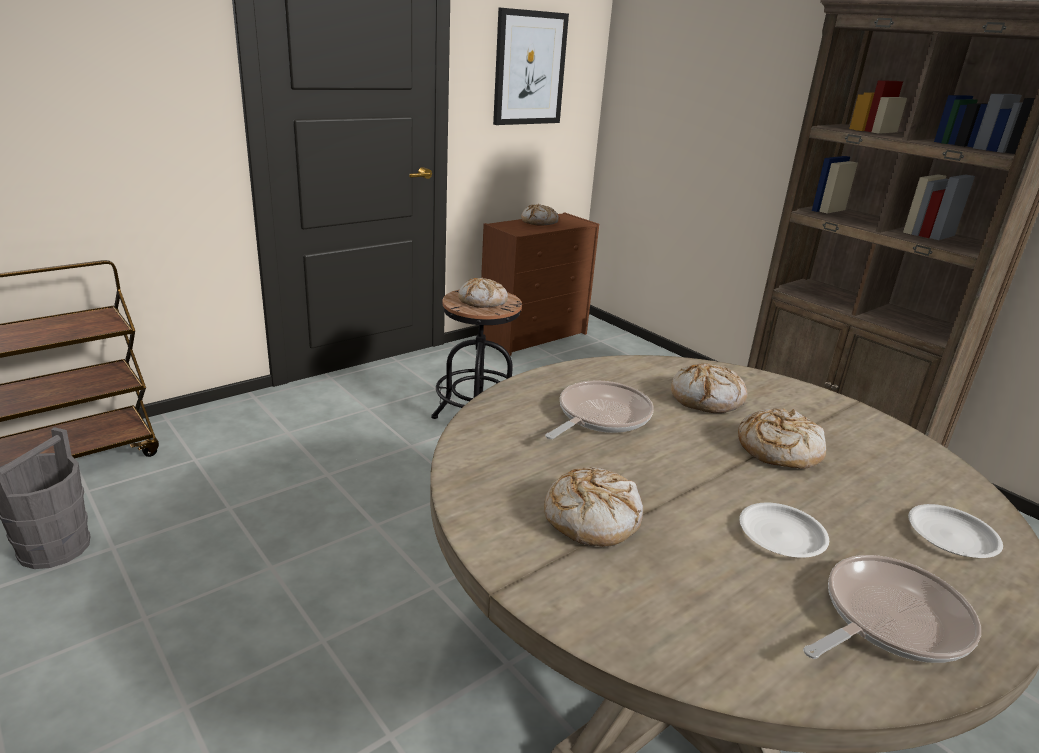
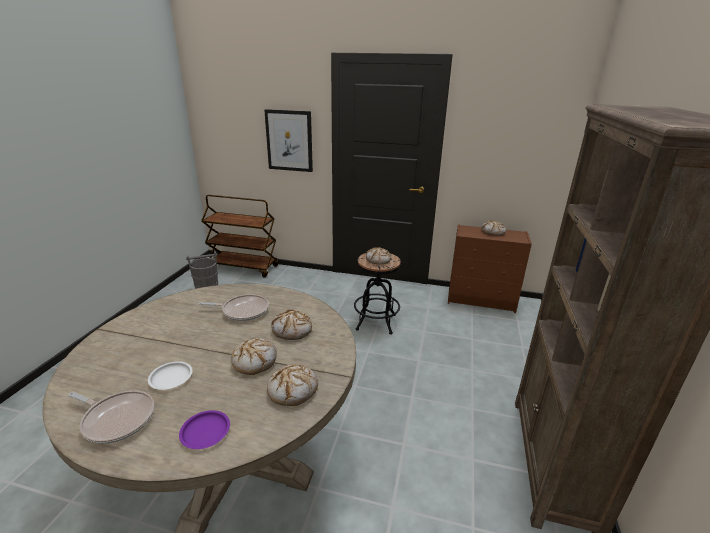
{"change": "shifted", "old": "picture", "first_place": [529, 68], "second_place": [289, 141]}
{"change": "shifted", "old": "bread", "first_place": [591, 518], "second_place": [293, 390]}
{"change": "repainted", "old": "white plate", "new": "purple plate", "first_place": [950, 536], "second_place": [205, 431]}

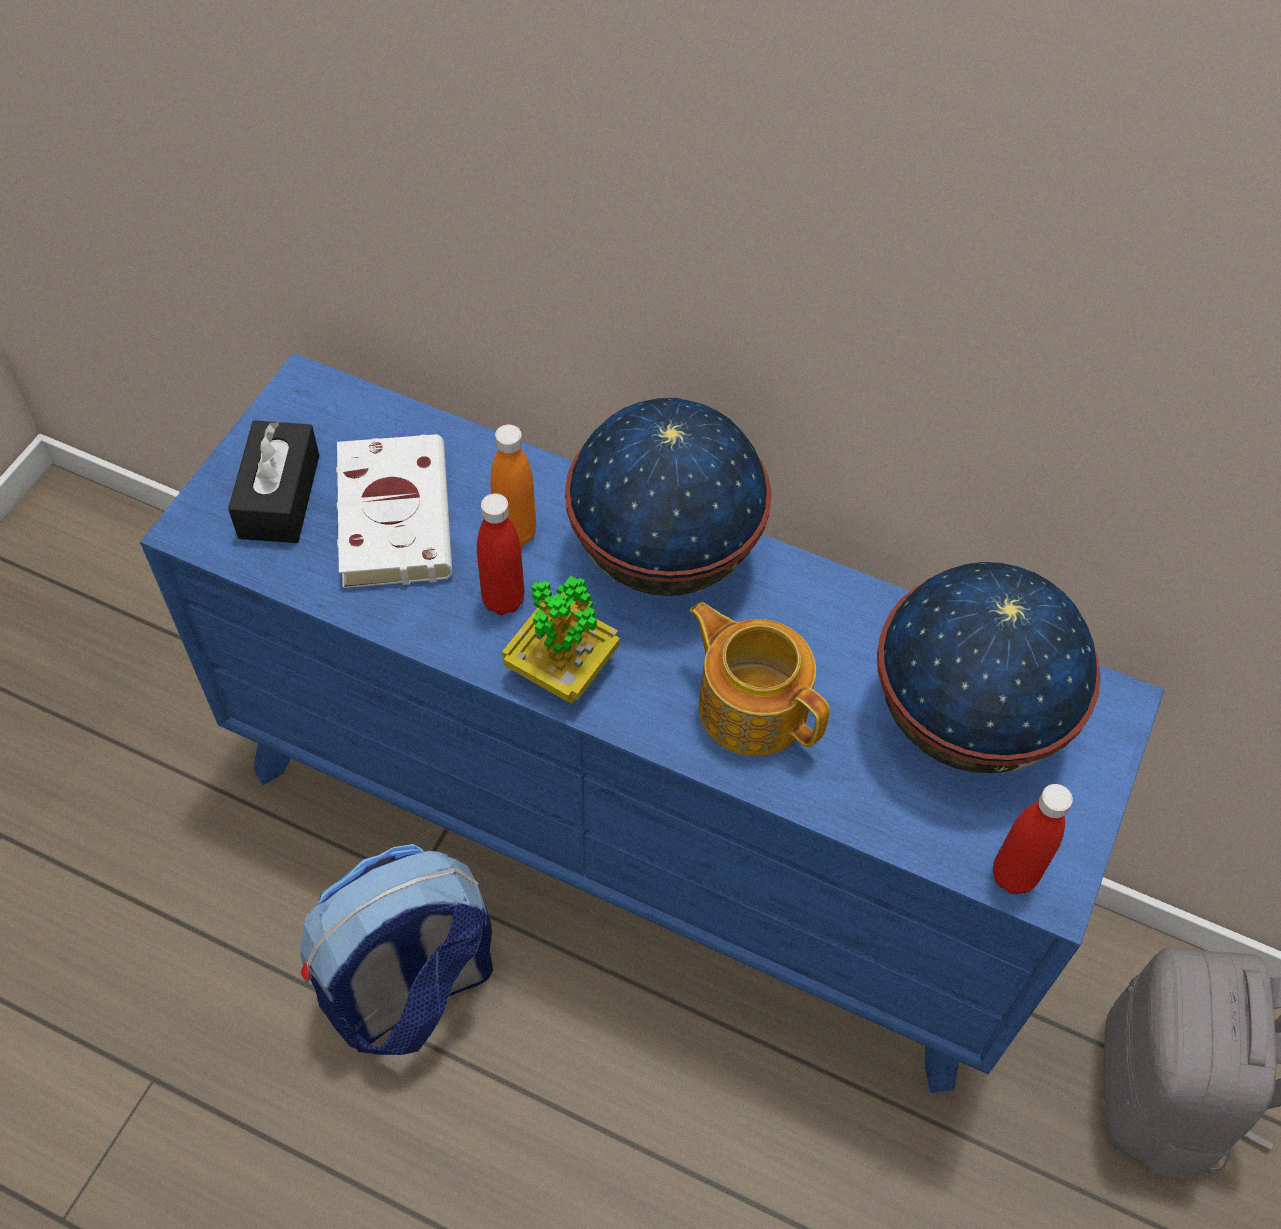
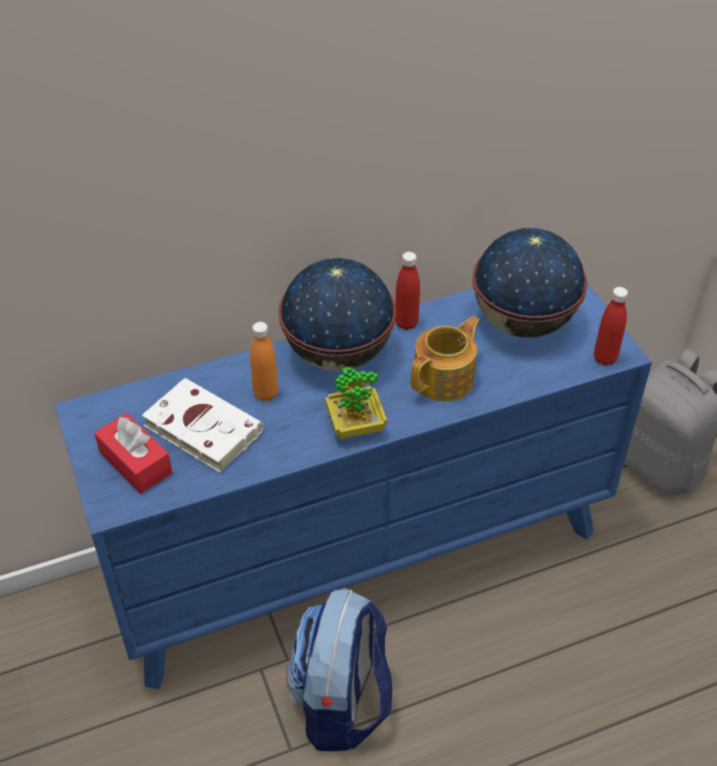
{"change": "shifted", "old": "red bottle", "first_place": [503, 600], "second_place": [406, 323]}
{"change": "repainted", "old": "black tissue box", "new": "red tissue box", "first_place": [279, 496], "second_place": [135, 463]}
{"change": "rotated", "old": "teapot", "first_place": [751, 705], "second_place": [445, 379], "degrees": 135}

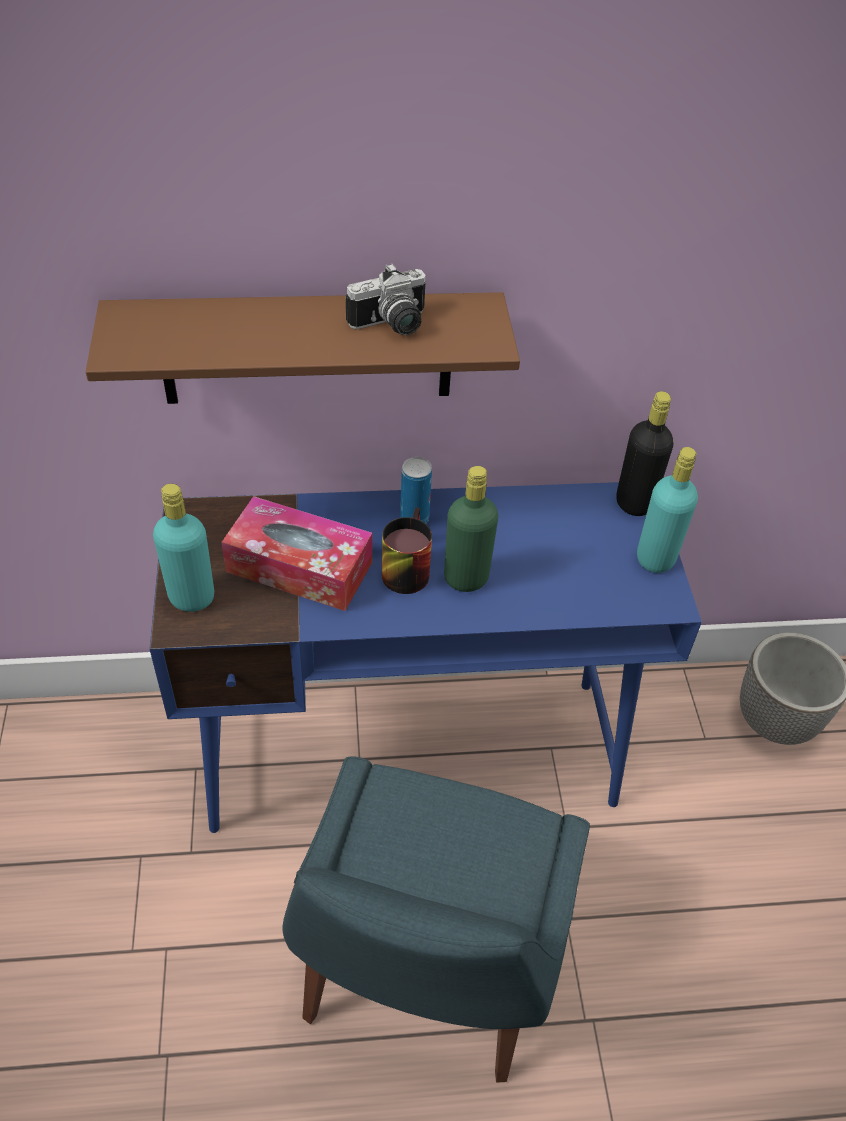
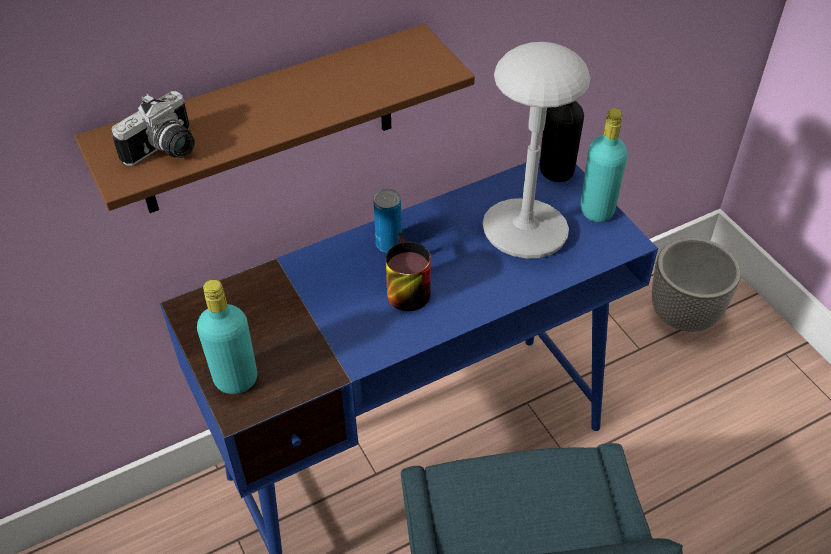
{"change": "gone", "old": "tissue box", "first_place": [299, 567]}
{"change": "gone", "old": "green bottle", "first_place": [466, 578]}
{"change": "new", "new": "grey table lamp", "second_place": [525, 231]}
{"change": "shifted", "old": "photo camera", "first_place": [392, 325], "second_place": [166, 151]}

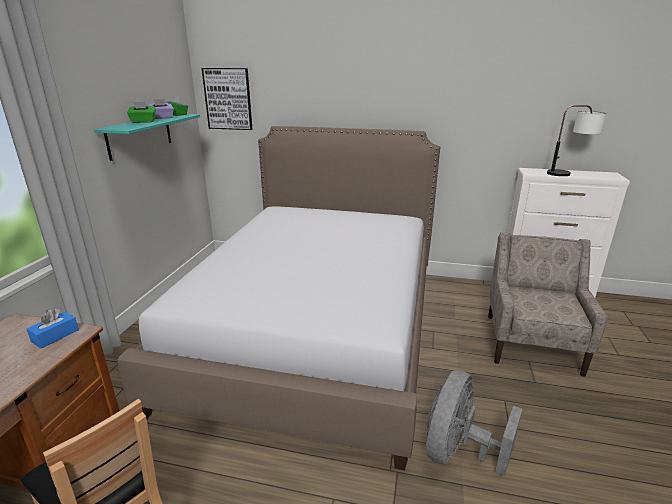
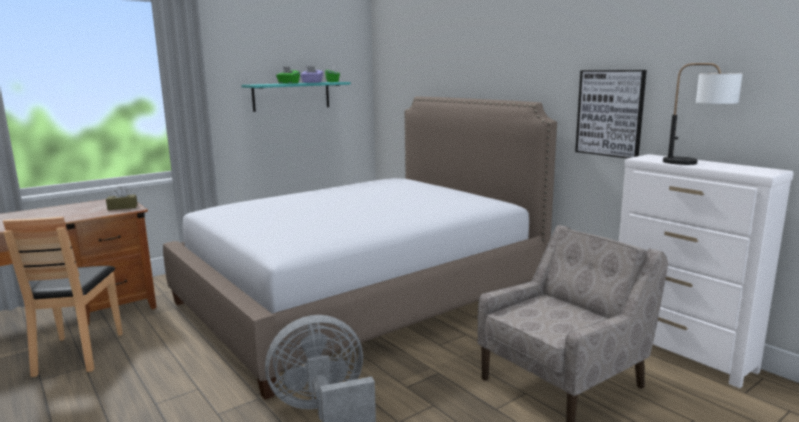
{"change": "shifted", "old": "picture", "first_place": [228, 99], "second_place": [610, 113]}
{"change": "repainted", "old": "blue tissue box", "new": "brown tissue box", "first_place": [55, 336], "second_place": [122, 207]}

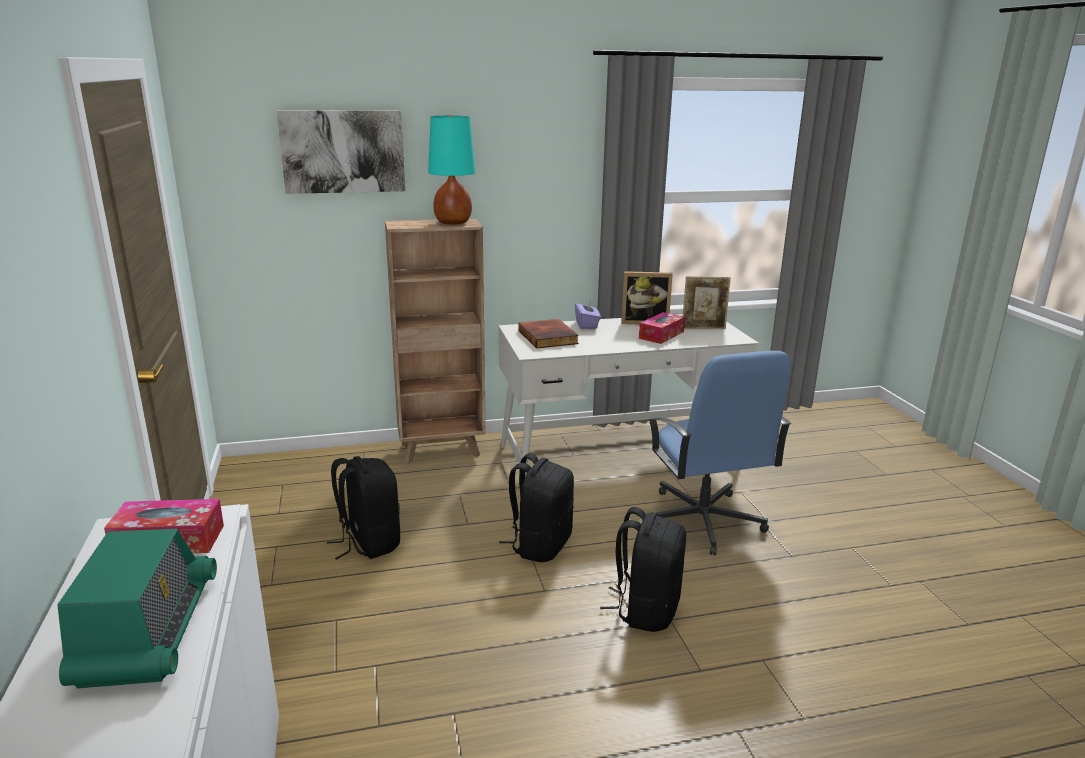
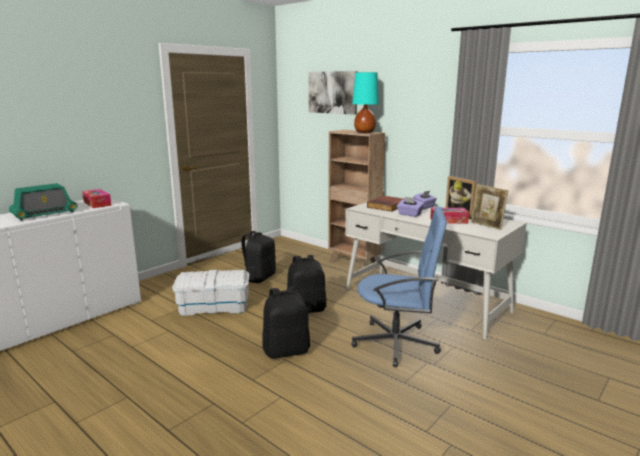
{"change": "new", "new": "white storage box", "second_place": [214, 306]}
{"change": "new", "new": "purple tissue box", "second_place": [409, 214]}
{"change": "rotated", "old": "blue office chair", "first_place": [702, 521], "second_place": [396, 343], "degrees": -120}

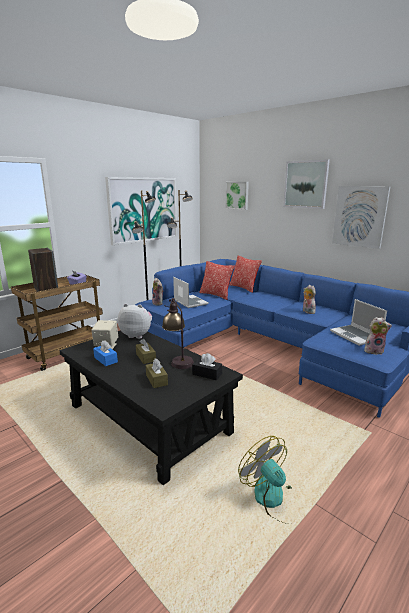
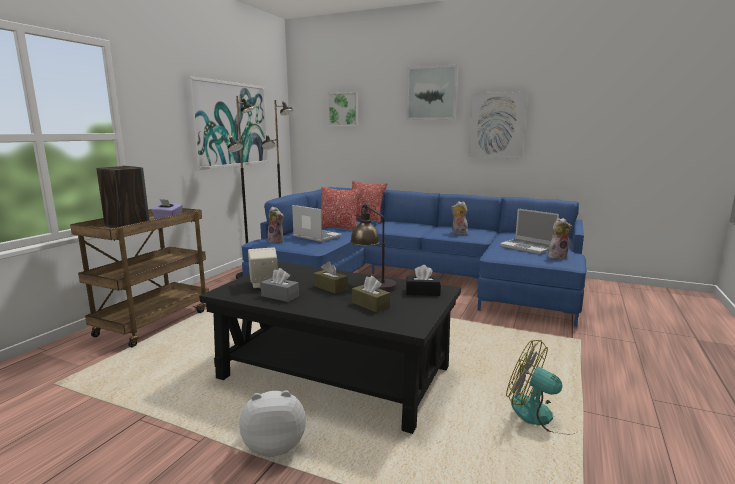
{"change": "shifted", "old": "plush toy", "first_place": [137, 335], "second_place": [275, 445]}
{"change": "repainted", "old": "blue tissue box", "new": "grey tissue box", "first_place": [105, 360], "second_place": [280, 296]}

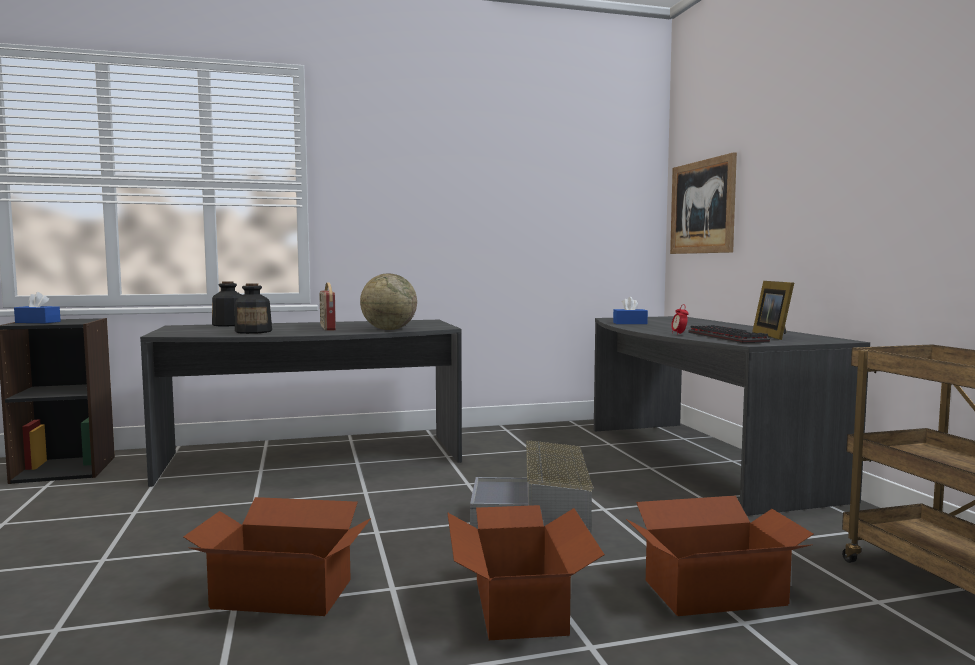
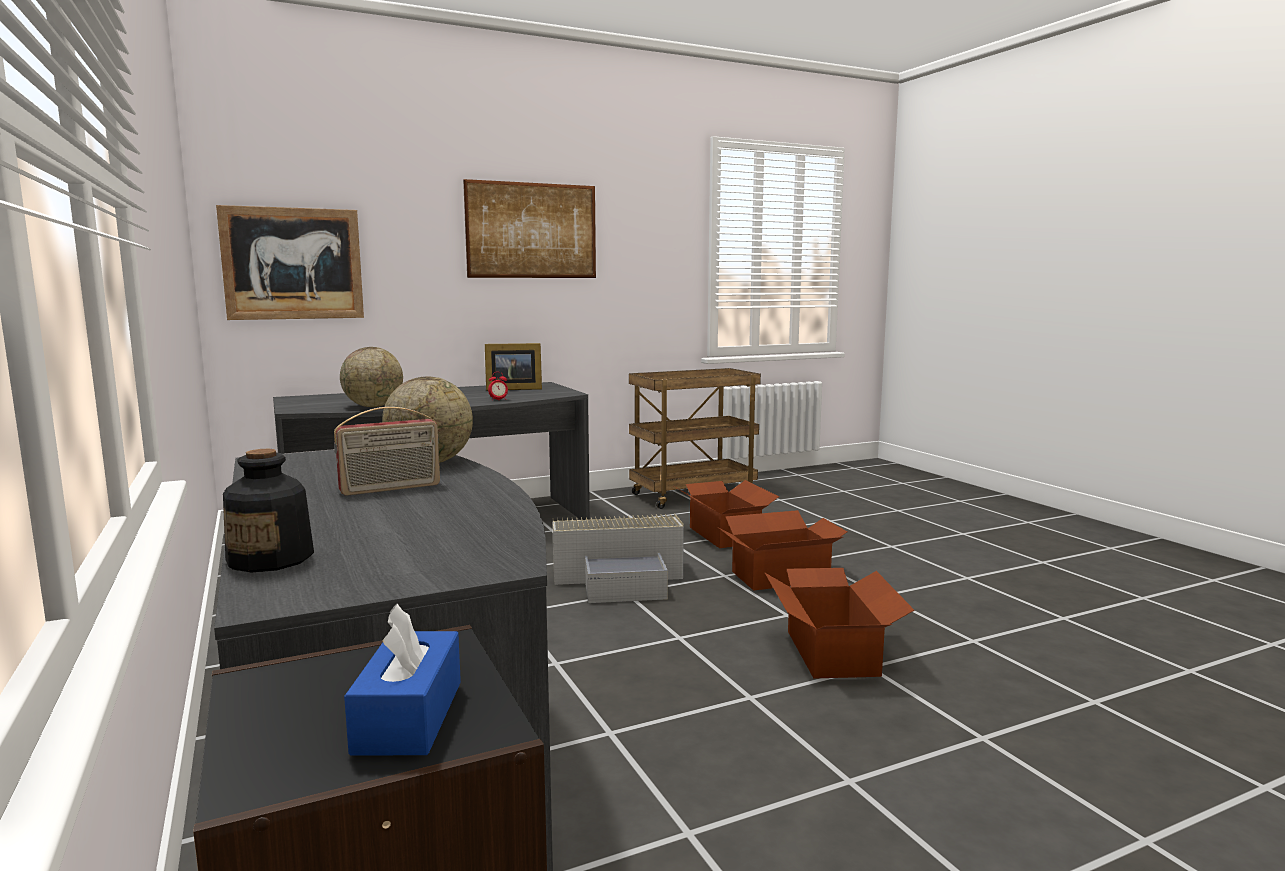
{"change": "gone", "old": "bottle", "first_place": [254, 331]}
{"change": "gone", "old": "keyboard", "first_place": [729, 337]}
{"change": "new", "new": "picture", "second_place": [532, 230]}
{"change": "swapped", "old": "blue tissue box", "new": "globe", "first_place": [630, 323], "second_place": [373, 406]}

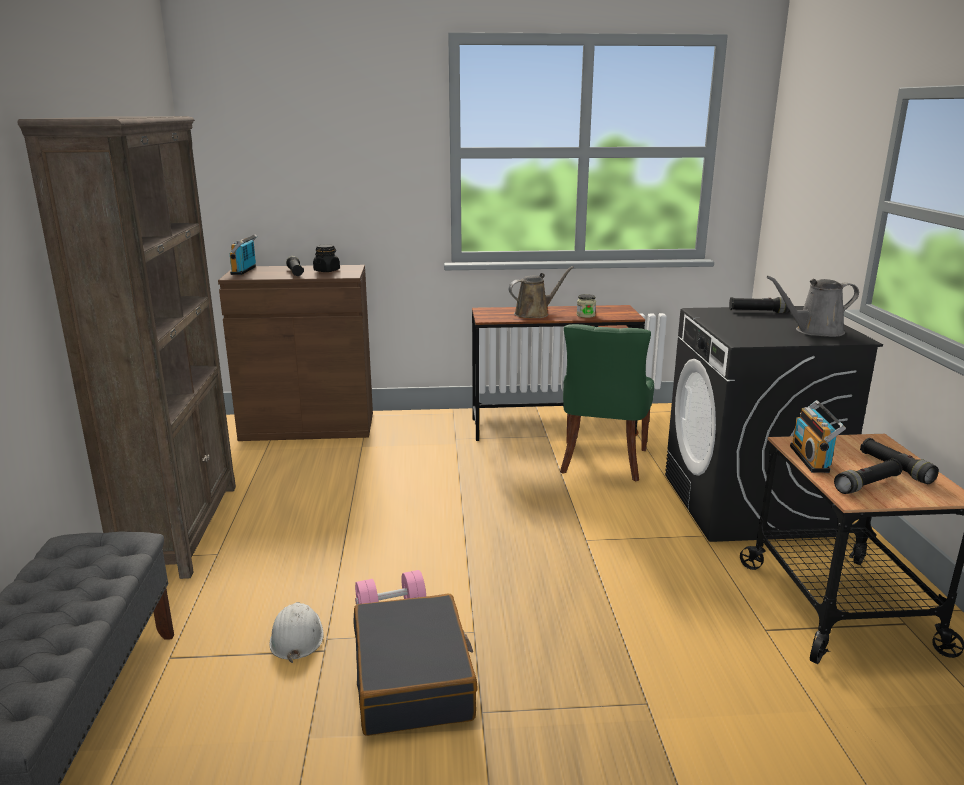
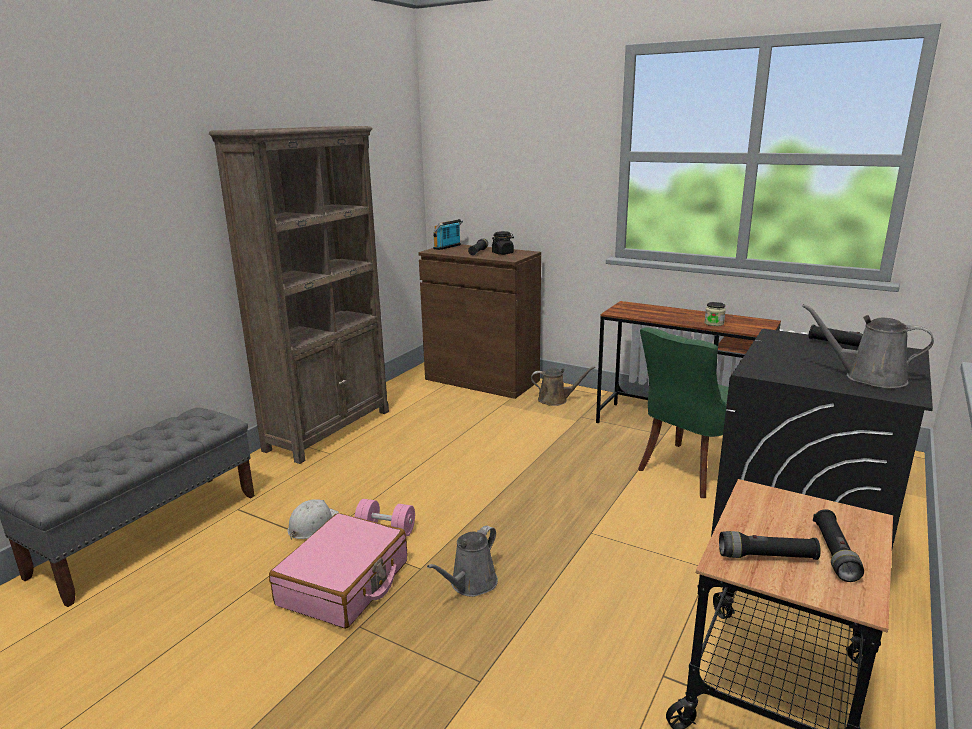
{"change": "gone", "old": "radio", "first_place": [812, 459]}
{"change": "new", "new": "grey watering can", "second_place": [470, 584]}
{"change": "shifted", "old": "brown watering can", "first_place": [534, 313], "second_place": [556, 400]}
{"change": "repainted", "old": "black suitcase", "new": "pink suitcase", "first_place": [413, 680], "second_place": [344, 583]}

